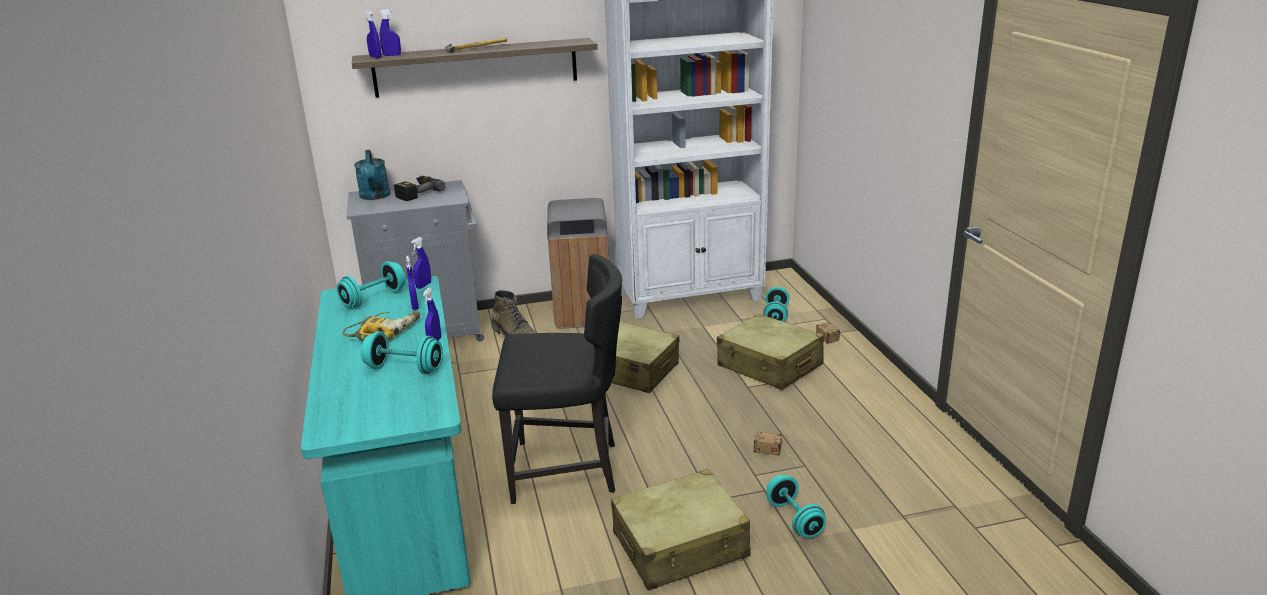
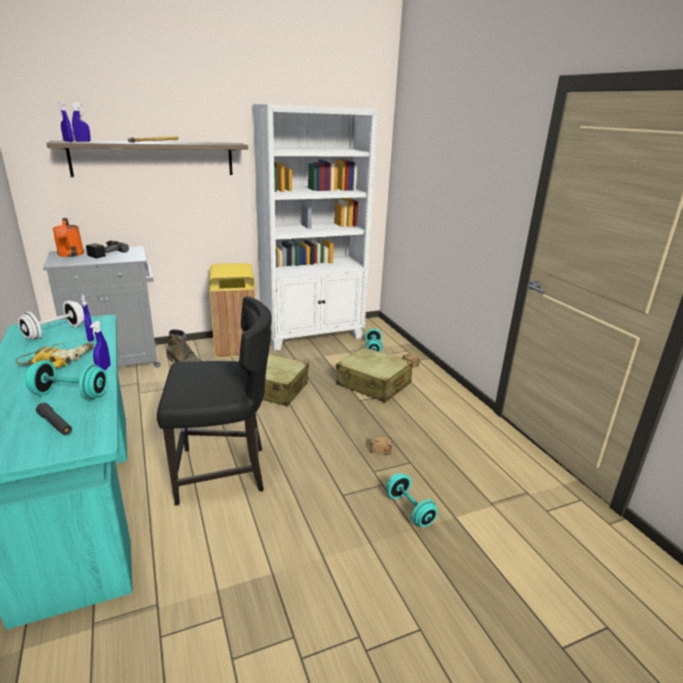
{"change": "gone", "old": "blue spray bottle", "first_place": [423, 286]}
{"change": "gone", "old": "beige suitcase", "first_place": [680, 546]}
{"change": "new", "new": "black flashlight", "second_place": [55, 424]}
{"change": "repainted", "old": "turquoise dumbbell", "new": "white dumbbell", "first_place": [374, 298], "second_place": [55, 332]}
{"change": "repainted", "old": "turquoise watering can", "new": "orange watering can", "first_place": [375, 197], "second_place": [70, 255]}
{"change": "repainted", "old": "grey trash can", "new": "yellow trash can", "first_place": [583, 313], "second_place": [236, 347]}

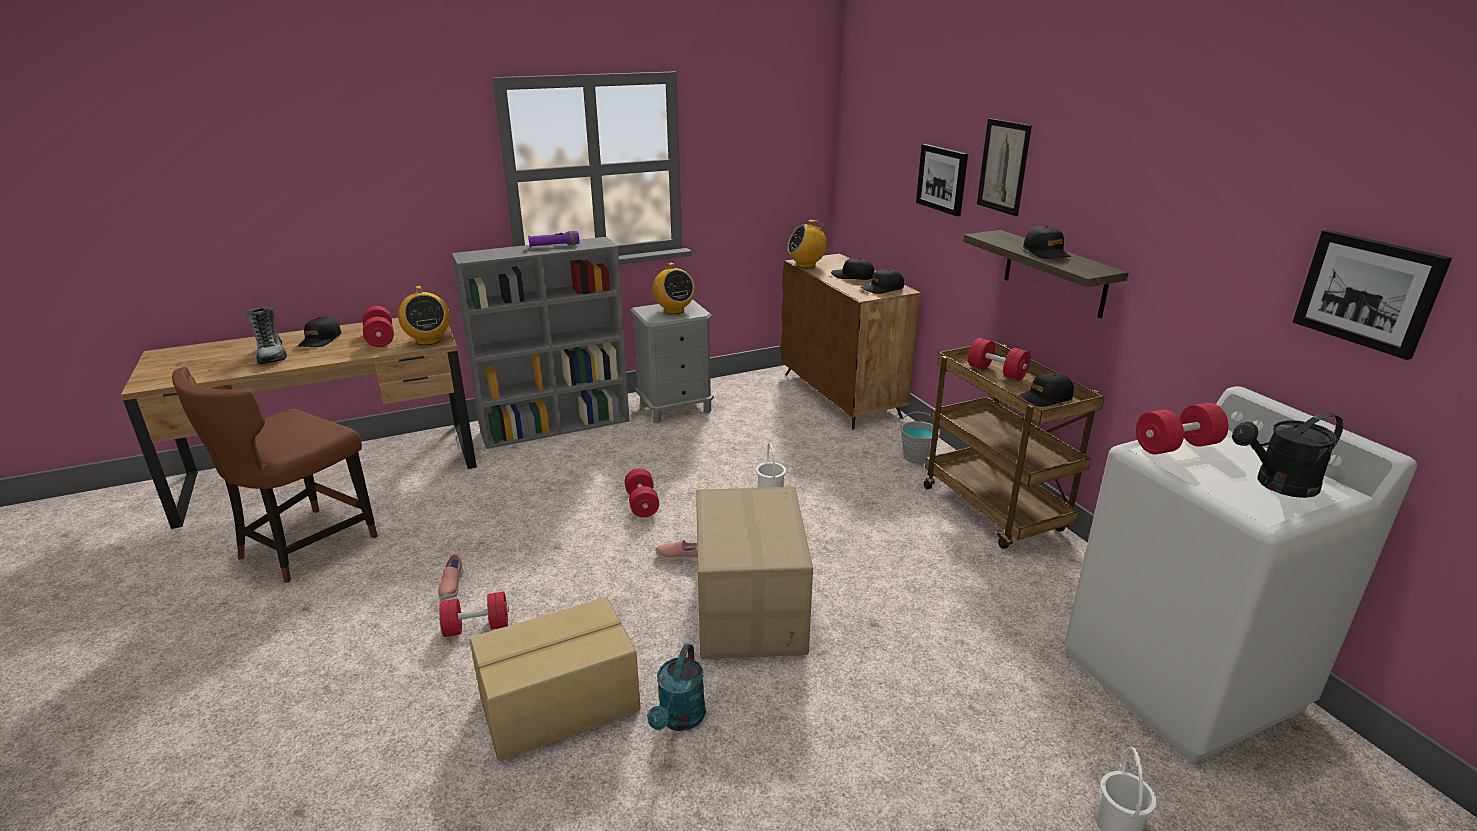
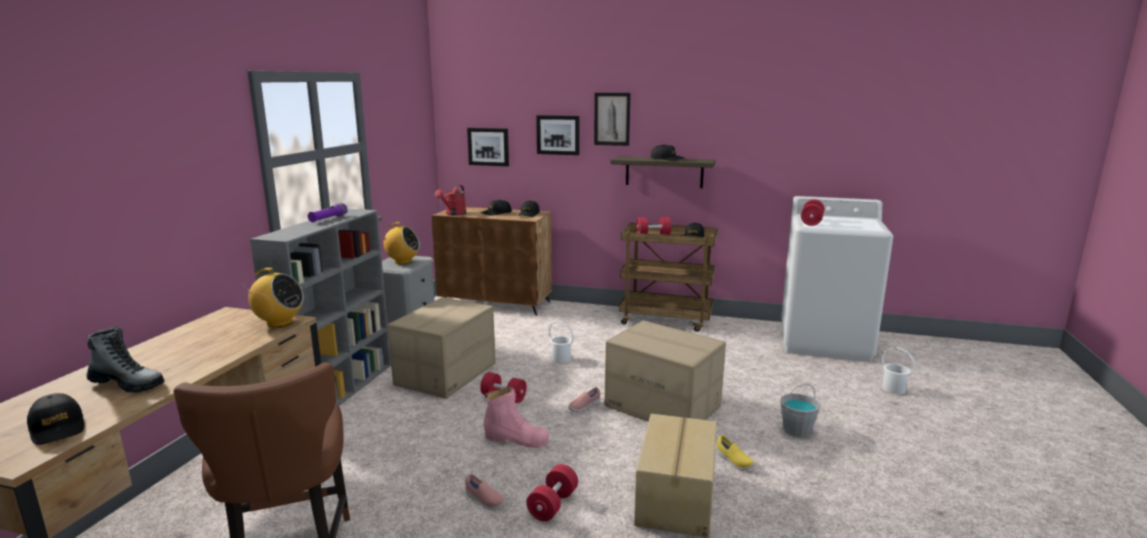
{"change": "gone", "old": "red dumbbell", "first_place": [380, 338]}
{"change": "gone", "old": "black watering can", "first_place": [1278, 485]}
{"change": "new", "new": "cardboard box", "second_place": [446, 374]}
{"change": "new", "new": "pink boot", "second_place": [516, 439]}
{"change": "shifted", "old": "black cap", "first_place": [320, 340], "second_place": [58, 428]}
{"change": "shifted", "old": "grey bucket", "first_place": [917, 457], "second_place": [796, 429]}
{"change": "shifted", "old": "picture", "first_place": [1368, 292], "second_place": [488, 146]}
{"change": "swapped", "old": "turquoise watering can", "new": "yellow shoe", "first_place": [679, 720], "second_place": [733, 461]}
{"change": "swapped", "old": "radio", "new": "red watering can", "first_place": [806, 265], "second_place": [453, 214]}

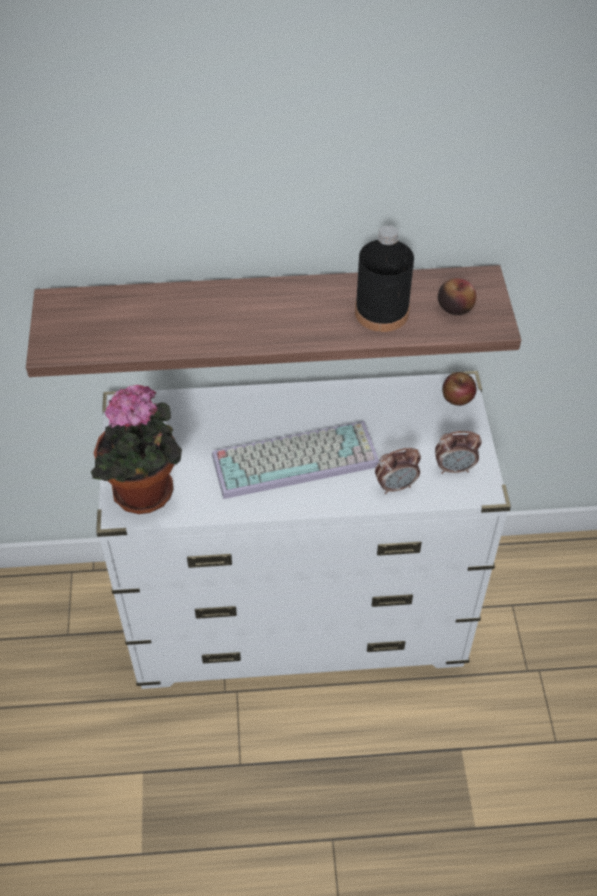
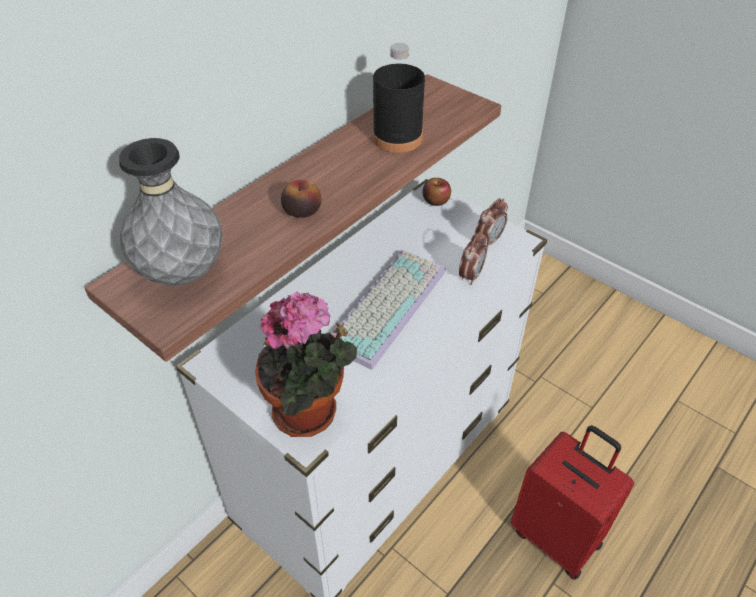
{"change": "new", "new": "grey vase", "second_place": [182, 273]}
{"change": "new", "new": "red suitcase", "second_place": [557, 536]}
{"change": "shifted", "old": "apple", "first_place": [455, 307], "second_place": [302, 210]}

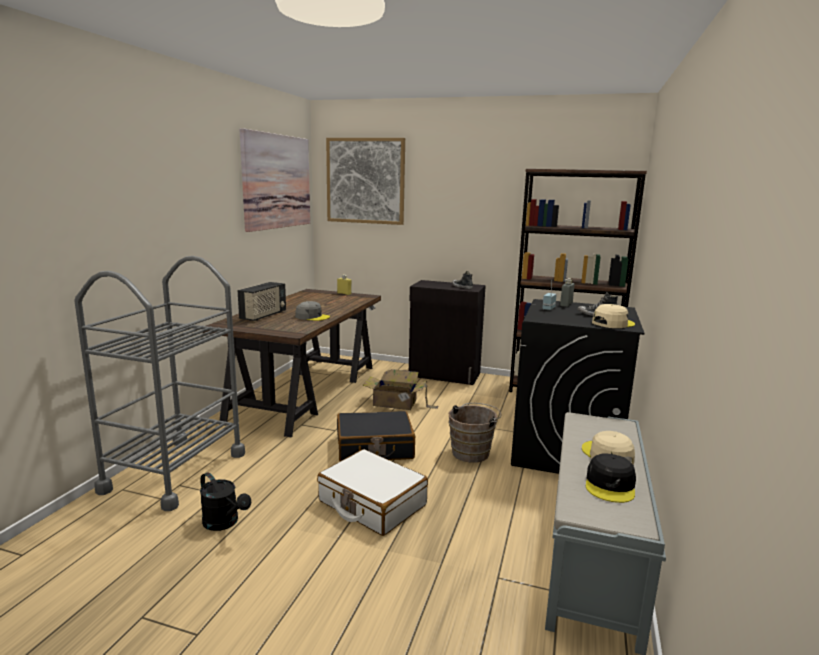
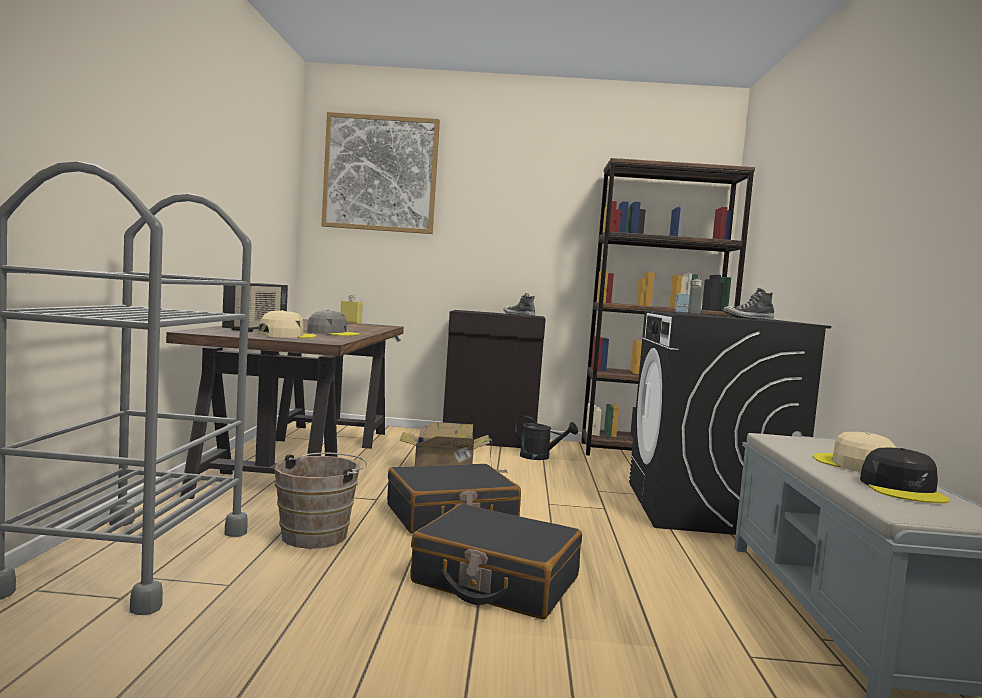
{"change": "gone", "old": "picture", "first_place": [277, 181]}
{"change": "shifted", "old": "black watering can", "first_place": [224, 523], "second_place": [540, 457]}
{"change": "shifted", "old": "brown bucket", "first_place": [472, 452], "second_place": [319, 535]}
{"change": "shifted", "old": "beige cap", "first_place": [612, 323], "second_place": [286, 335]}
{"change": "repainted", "old": "white suitcase", "new": "black suitcase", "first_place": [371, 503], "second_place": [495, 581]}

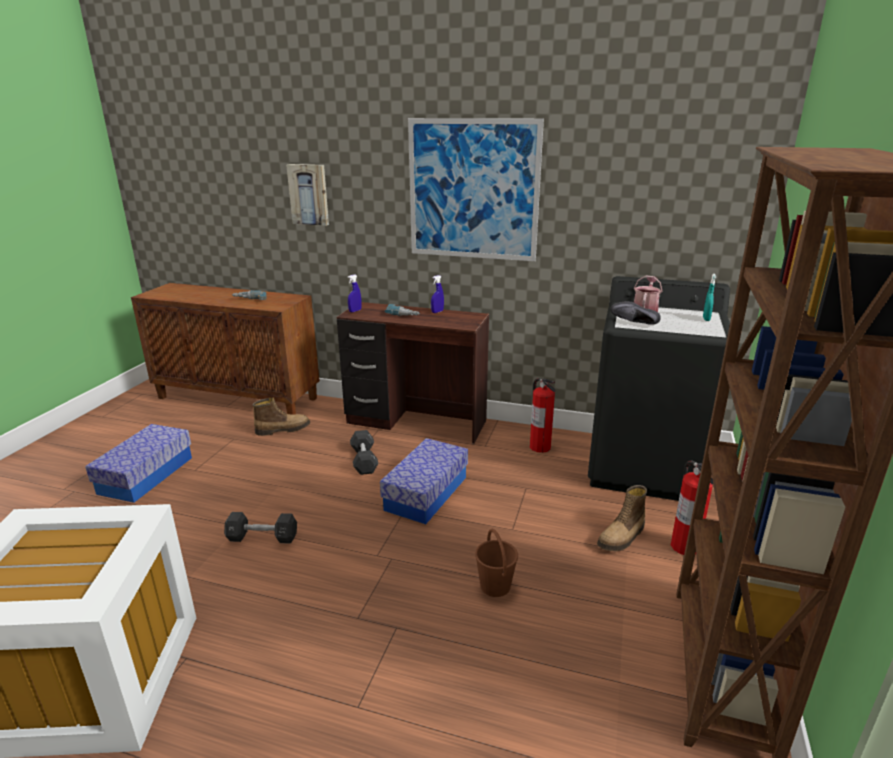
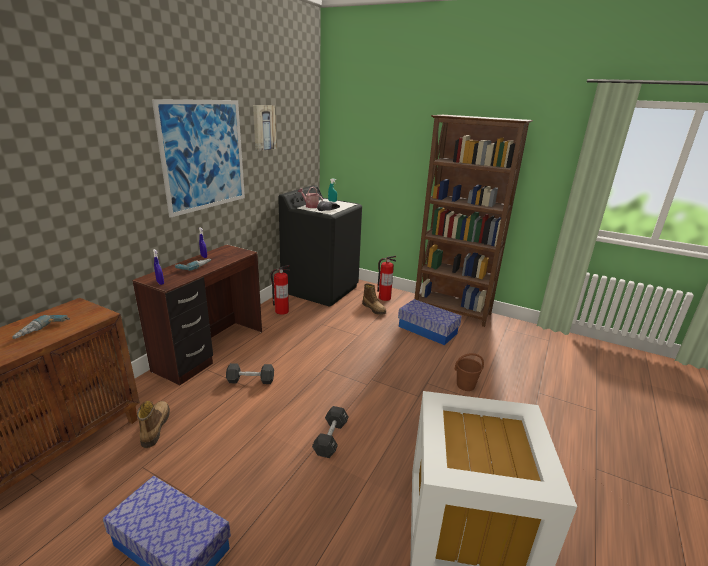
{"change": "shifted", "old": "picture", "first_place": [309, 194], "second_place": [263, 128]}
{"change": "shifted", "old": "storage box", "first_place": [426, 493], "second_place": [427, 330]}
{"change": "shifted", "old": "brown bucket", "first_place": [495, 586], "second_place": [466, 385]}

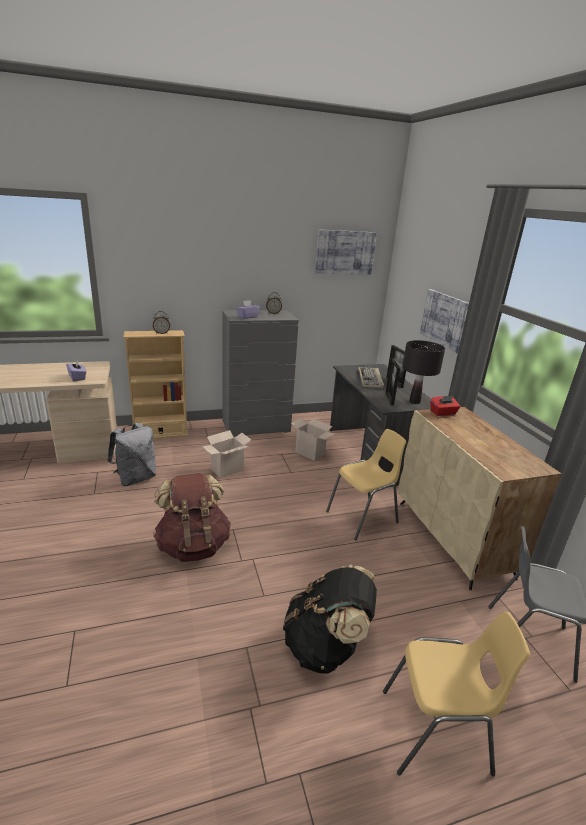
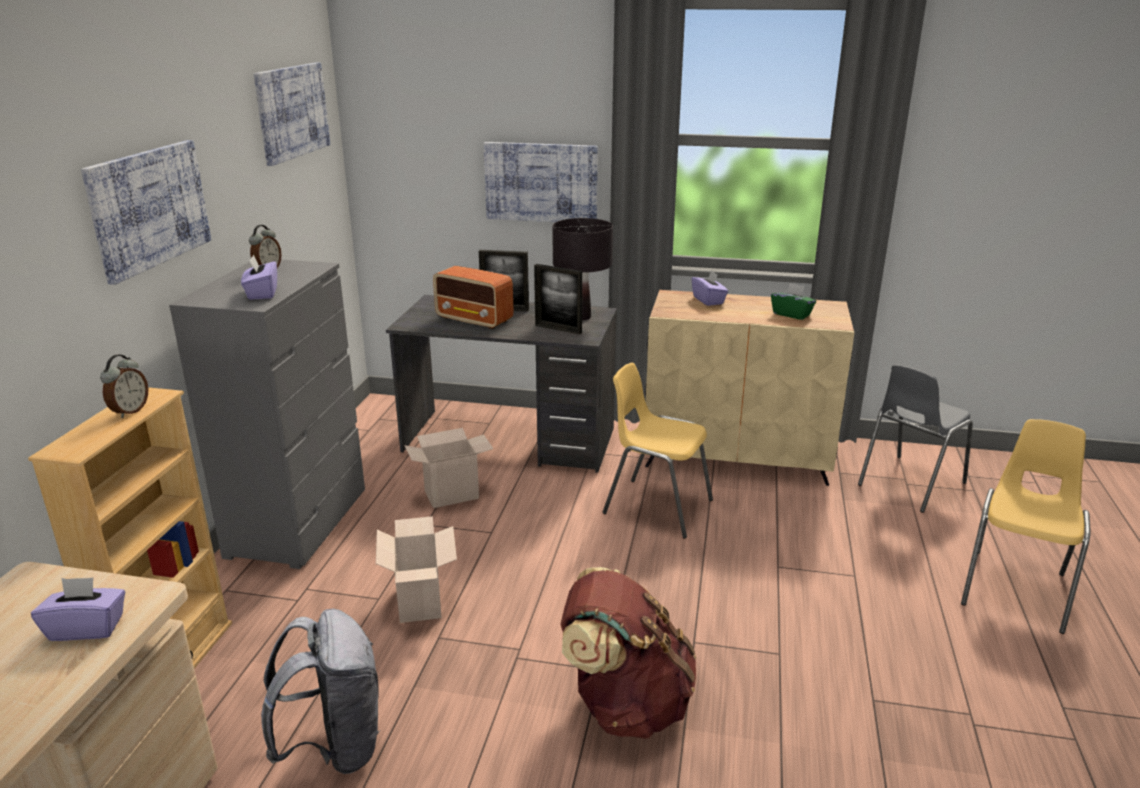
{"change": "gone", "old": "black backpack", "first_place": [325, 646]}
{"change": "gone", "old": "red tissue box", "first_place": [443, 413]}
{"change": "new", "new": "picture", "second_place": [149, 208]}
{"change": "new", "new": "purple tissue box", "second_place": [708, 300]}
{"change": "new", "new": "green tissue box", "second_place": [791, 314]}
{"change": "swapped", "old": "keyboard", "new": "radio", "first_place": [370, 379], "second_place": [475, 320]}
{"change": "rotated", "old": "yellow chair", "first_place": [363, 517], "second_place": [656, 507], "degrees": -60}

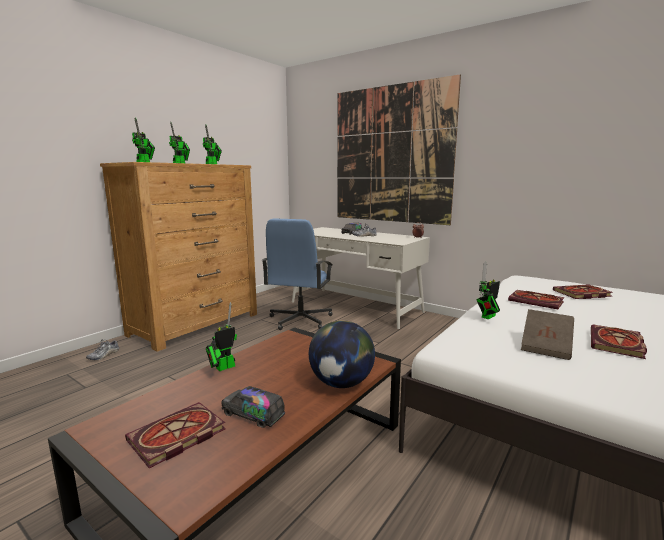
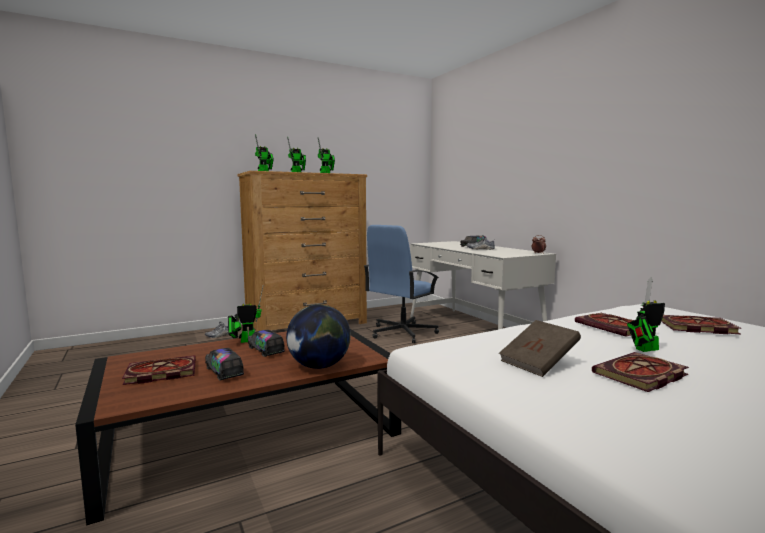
{"change": "gone", "old": "picture", "first_place": [391, 155]}
{"change": "new", "new": "toy truck", "second_place": [266, 350]}
{"change": "shifted", "old": "toy robot", "first_place": [487, 317], "second_place": [644, 349]}

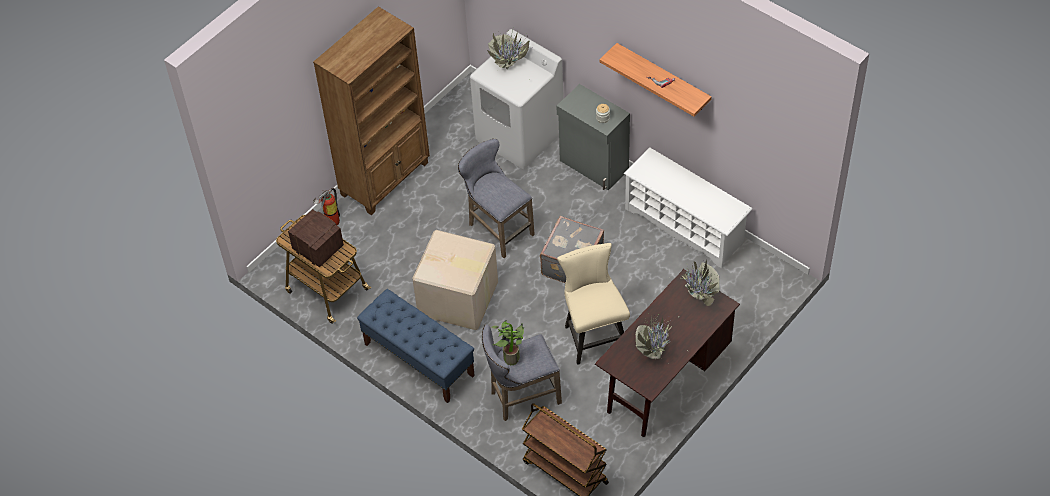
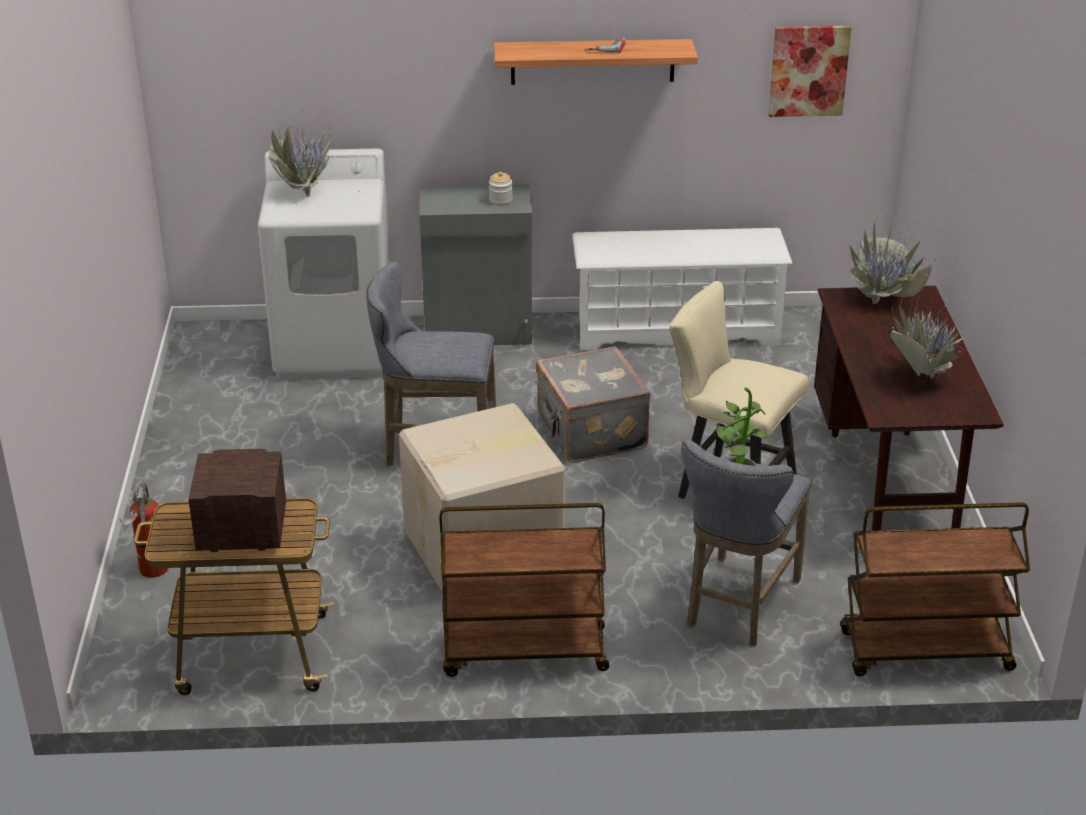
{"change": "gone", "old": "brown bookcase", "first_place": [386, 178]}
{"change": "new", "new": "picture", "second_place": [808, 70]}
{"change": "swapped", "old": "blue bench", "new": "brown cart", "first_place": [418, 359], "second_place": [523, 652]}

